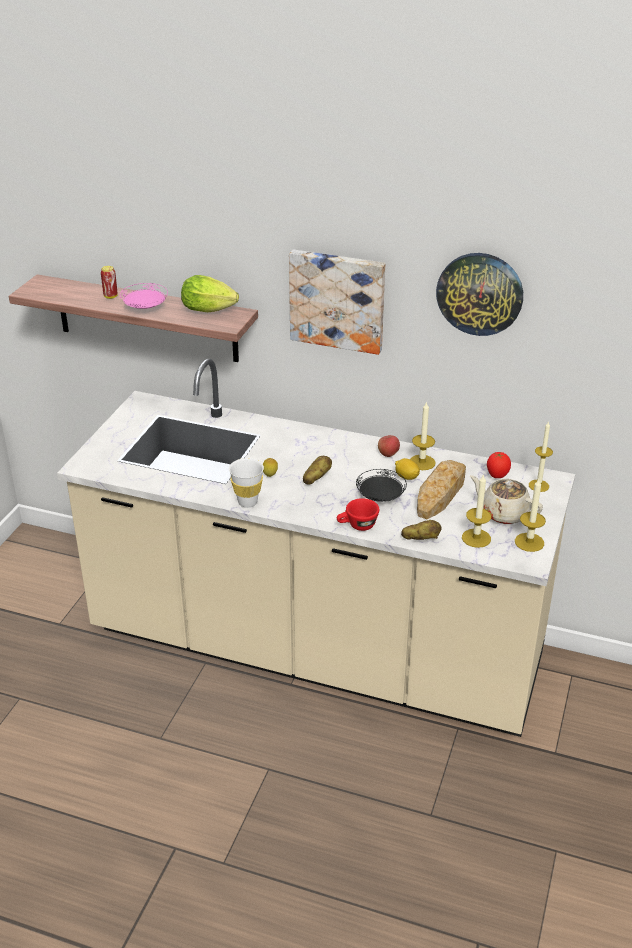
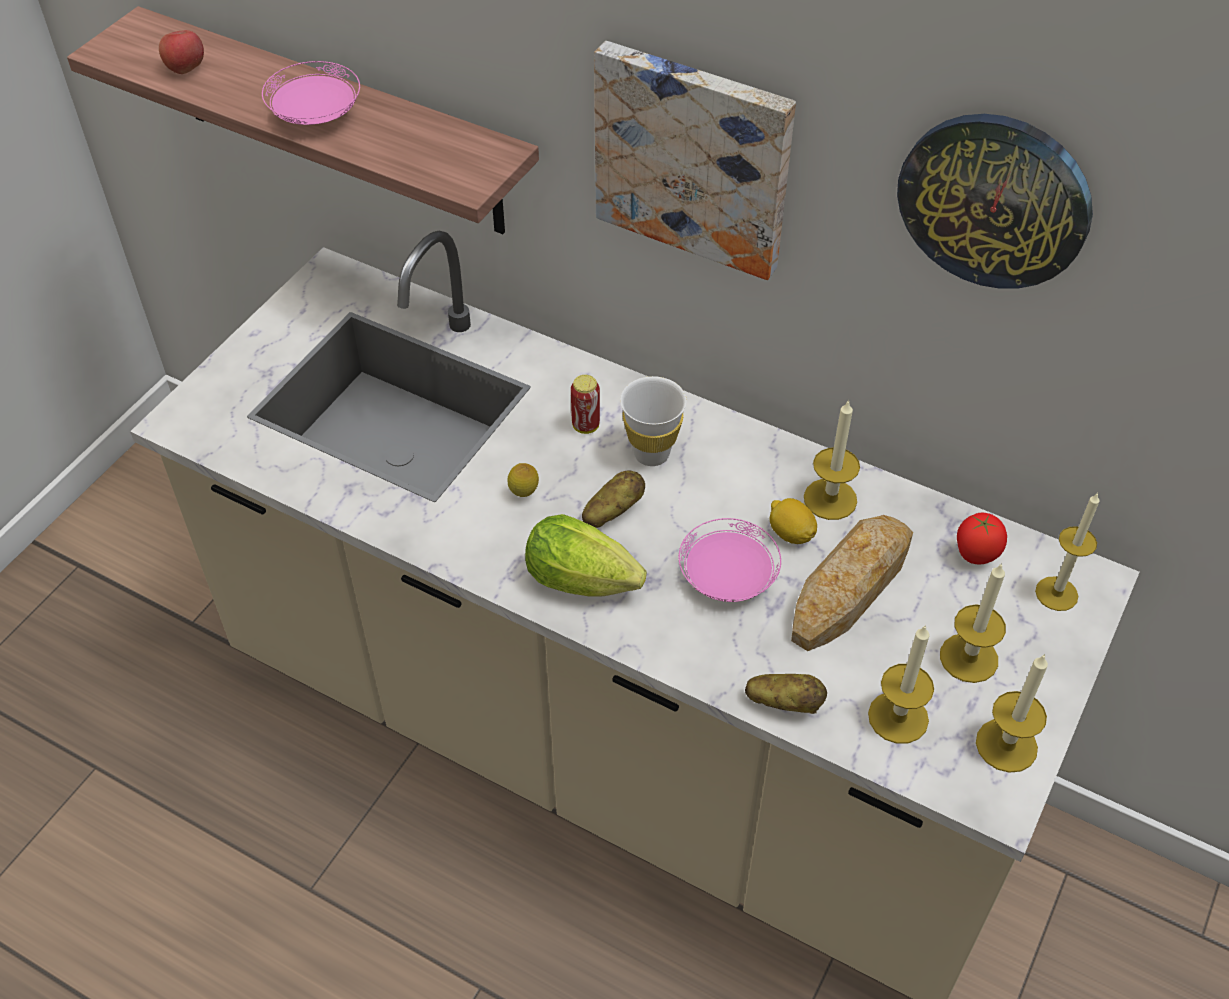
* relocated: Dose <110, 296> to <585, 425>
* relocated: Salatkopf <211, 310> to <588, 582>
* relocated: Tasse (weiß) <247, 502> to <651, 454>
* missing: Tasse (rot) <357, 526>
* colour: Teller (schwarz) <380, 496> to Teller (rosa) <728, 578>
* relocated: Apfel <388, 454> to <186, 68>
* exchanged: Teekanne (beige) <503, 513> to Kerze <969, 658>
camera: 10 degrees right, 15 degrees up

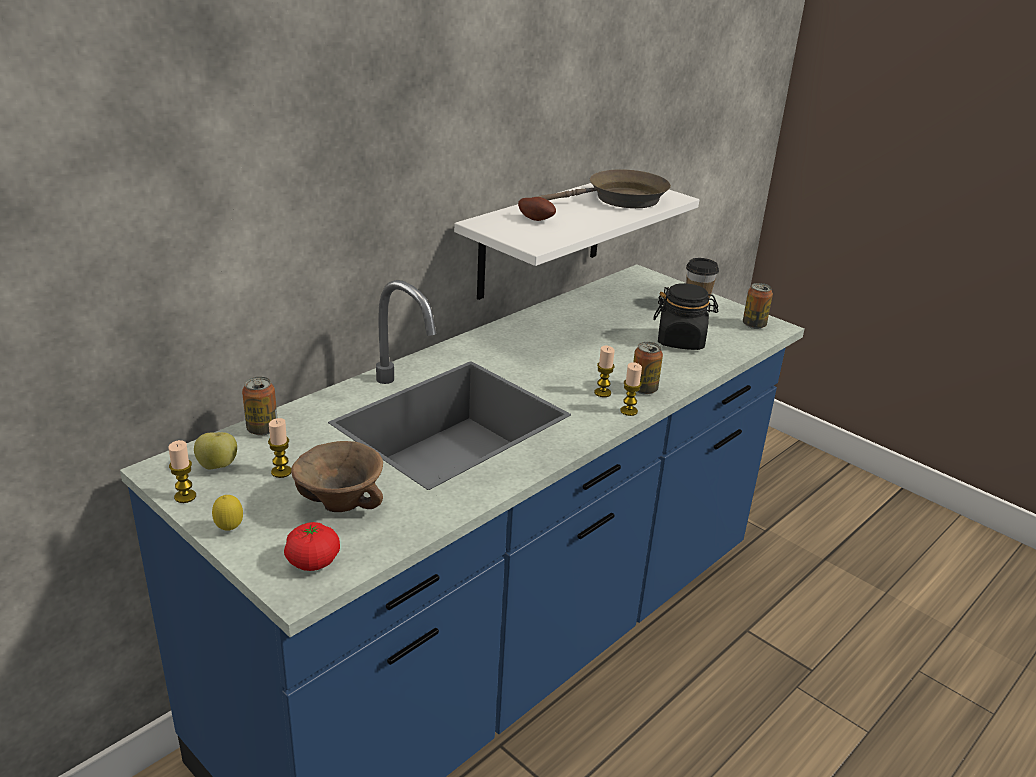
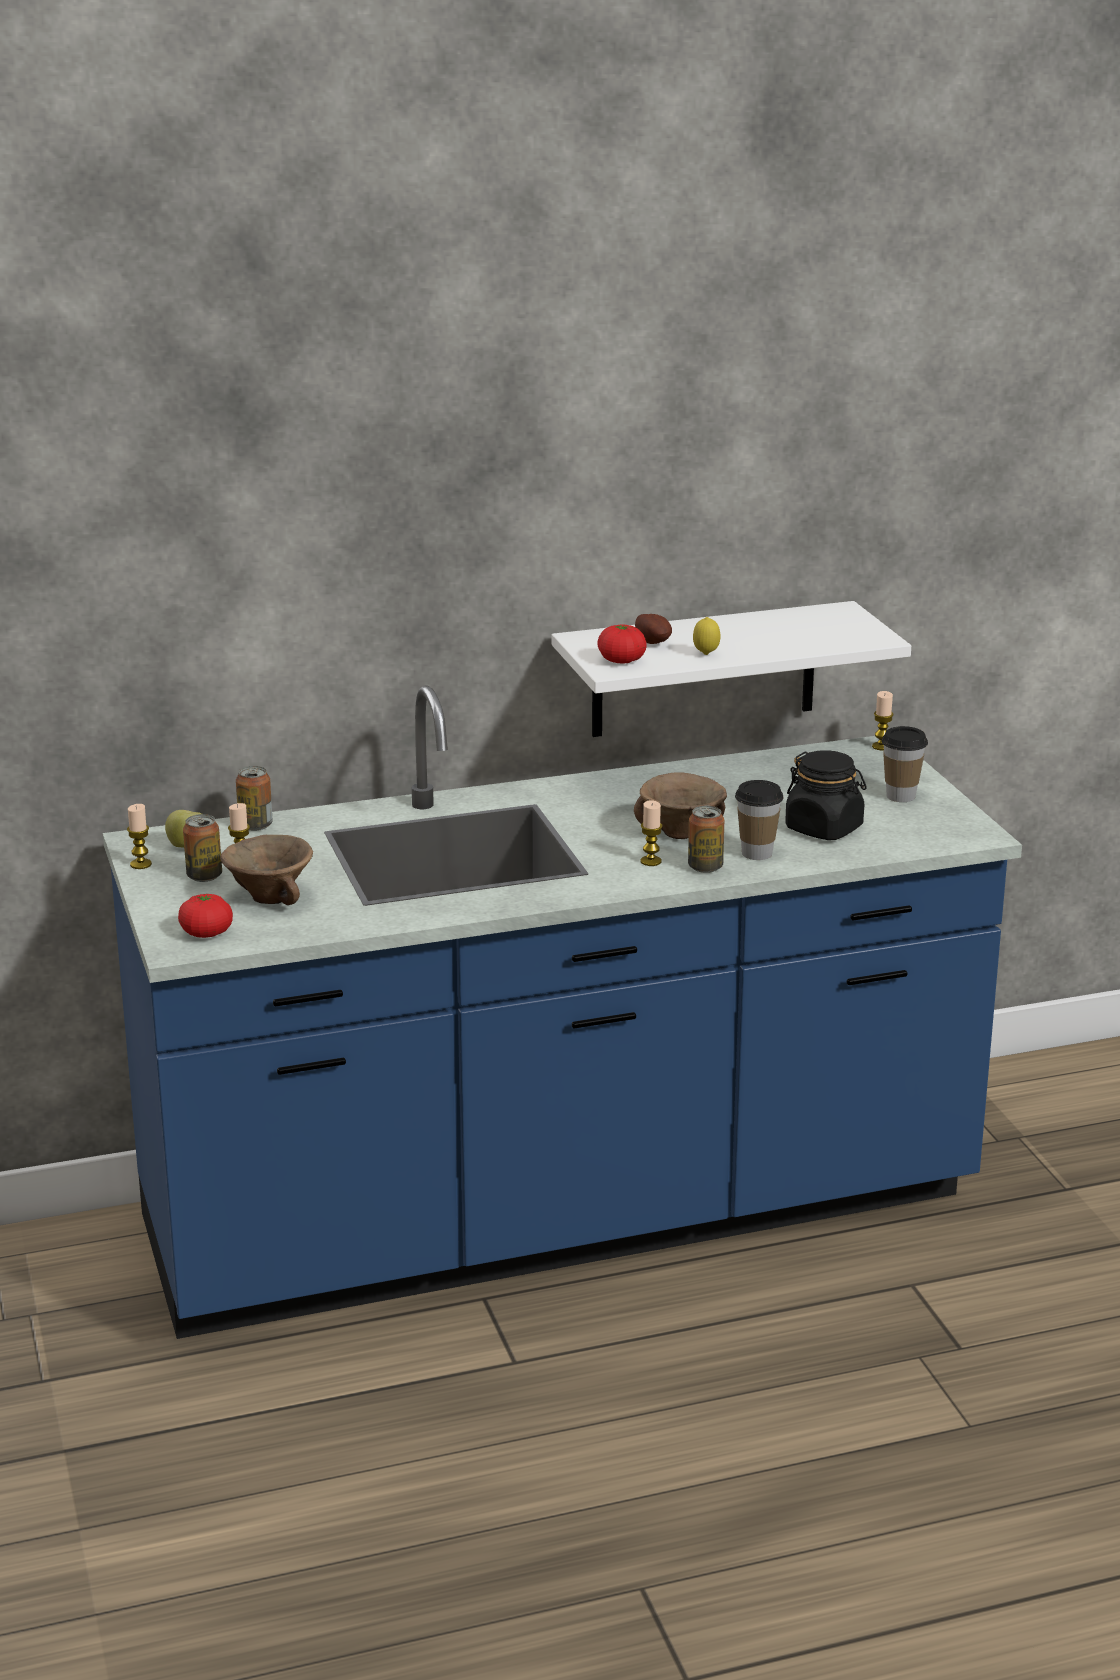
* relocated: Zitrone <229, 529> to <706, 654>
* missing: Pfanne (braun) <620, 199>
* relocated: Kerze <628, 411> to <881, 746>
* relocated: Dose <754, 325> to <204, 876>
* appeared: Tomate <621, 660>
* appeared: Schüssel (braun) <680, 834>
* appeared: Tasse <757, 853>
camera: 30 degrees right, 5 degrees down

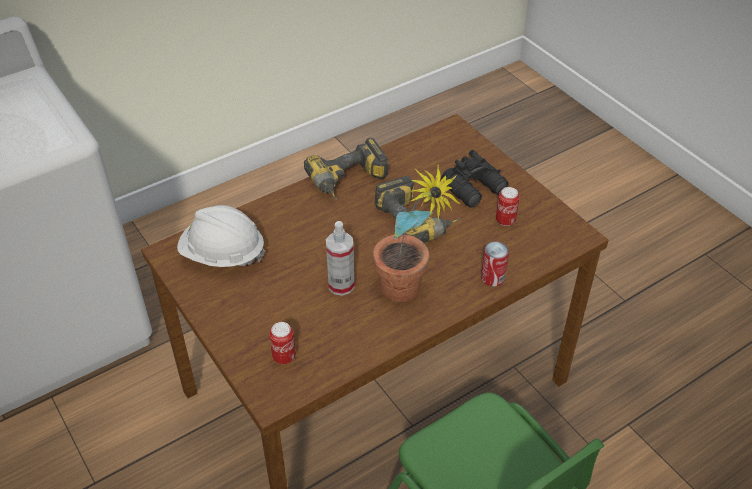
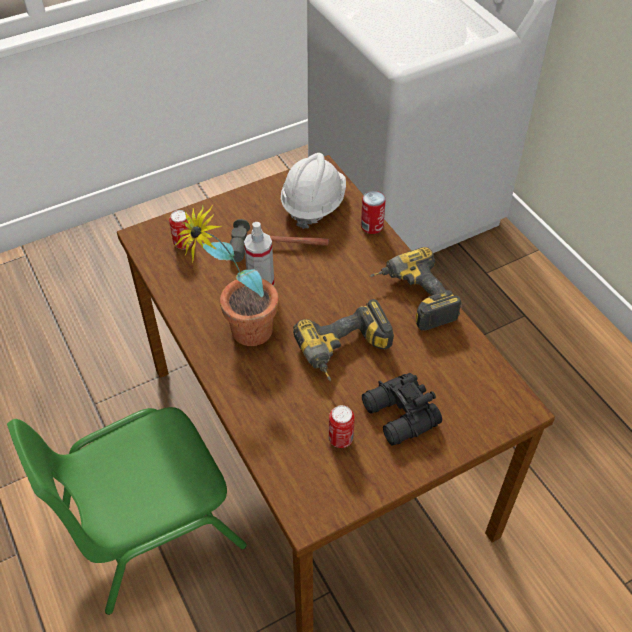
* relocated: Dose <492, 278> to <372, 226>
* appeared: Hammer <279, 247>
camera: 95 degrees right, 5 degrees up

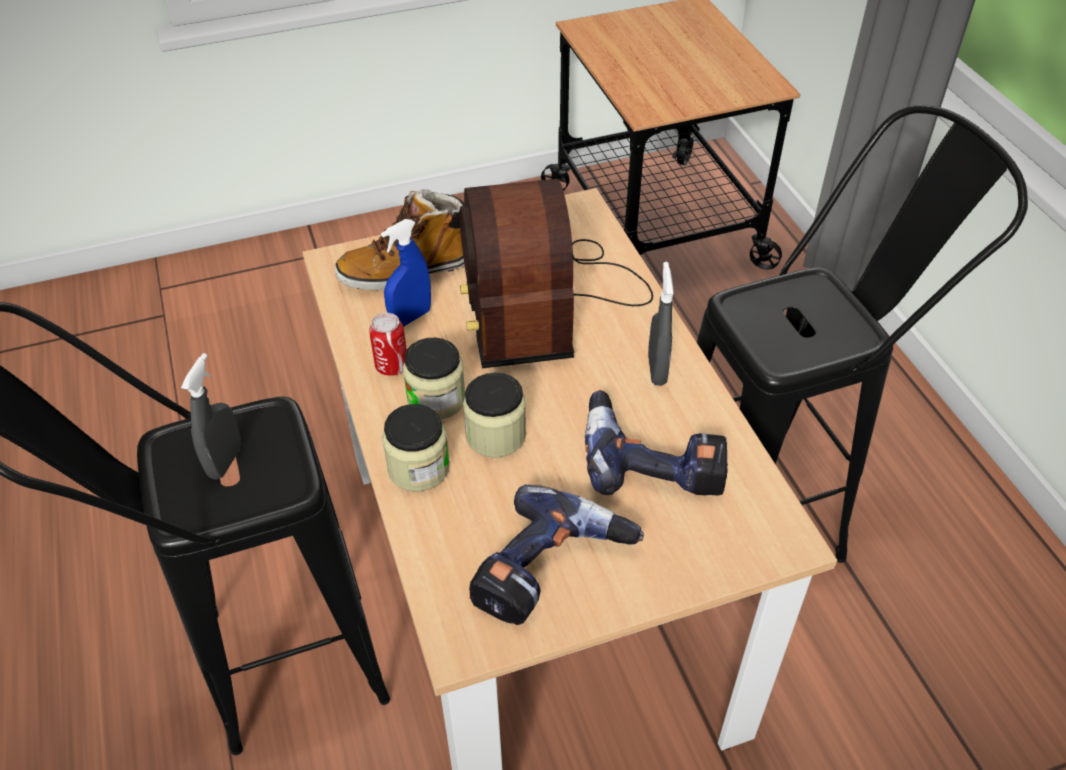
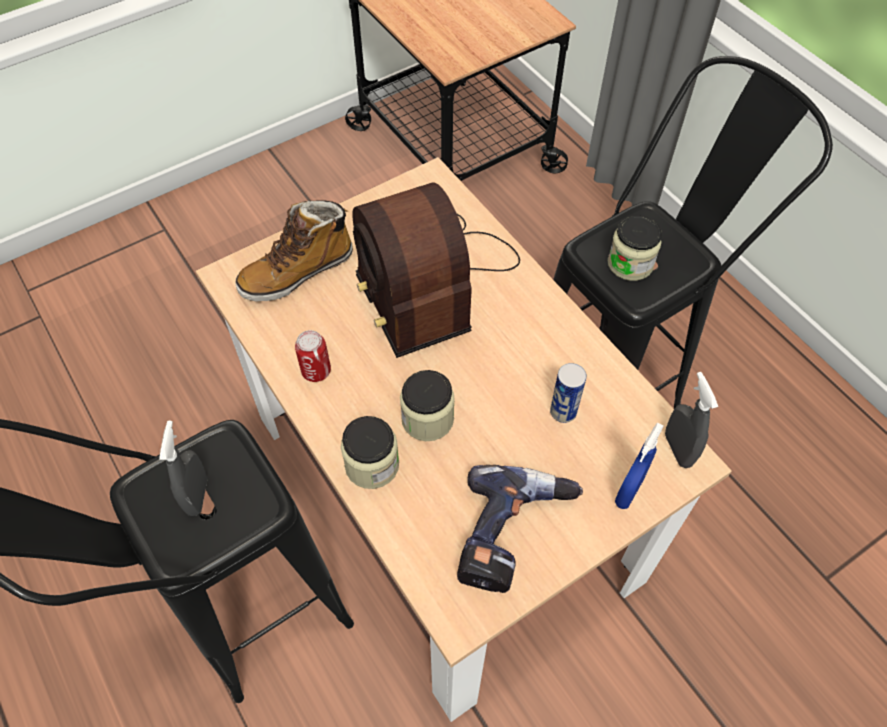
* relocated: Sprühflasche (blau) <410, 317> to <628, 491>
* relocated: Vorratsglas <436, 399> to <630, 263>
* exchanged: Bohrmaschine <652, 458> to Dose <563, 412>
* relocated: Sprühflasche (grau) <657, 370> to <678, 449>
camera: 15 degrees left, 10 degrees up

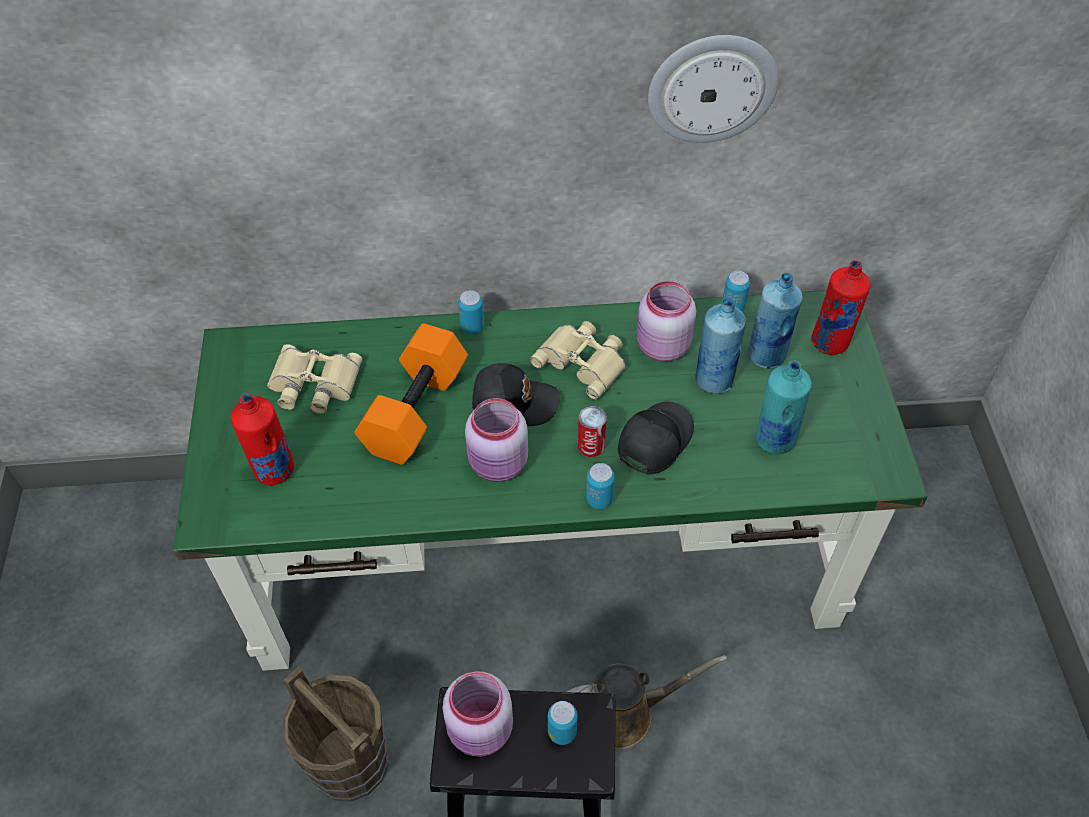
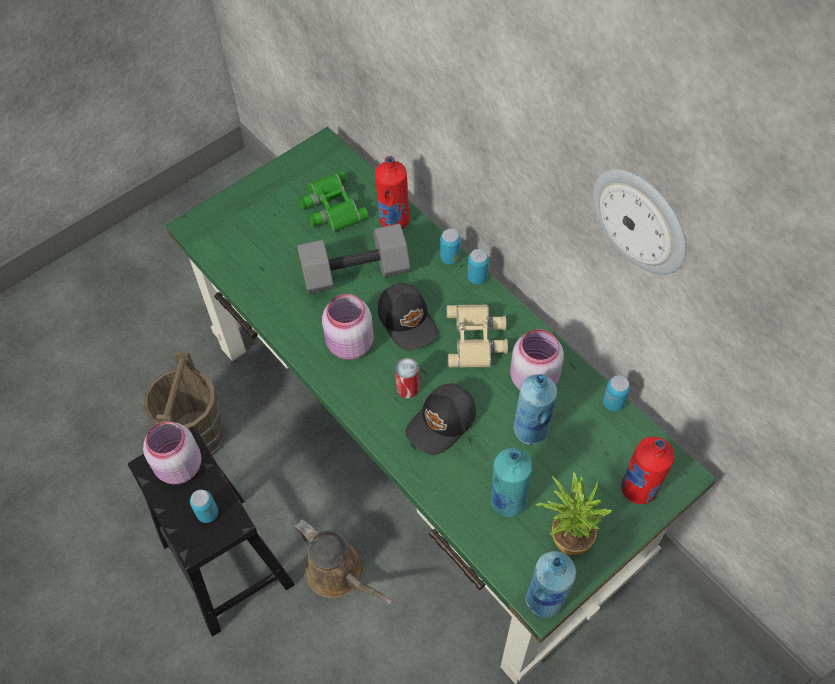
* relocated: Flasche (rot) <273, 470> to <394, 220>
* colour: Fernglas (beige) <313, 385> to Fernglas (grün) <330, 207>
* colour: Hantel (orange) <414, 409> to Hantel (grau) <356, 271>
* relocated: Dose <599, 499> to <477, 277>
* spun: Kappe (schwarz) <653, 440> = <443, 423> 135 degrees clockwise
* relocated: Flasche (blau) <767, 355> to <545, 600>
* appeared: Topfpflanze <566, 535>
camera: 55 degrees right, 5 degrees up

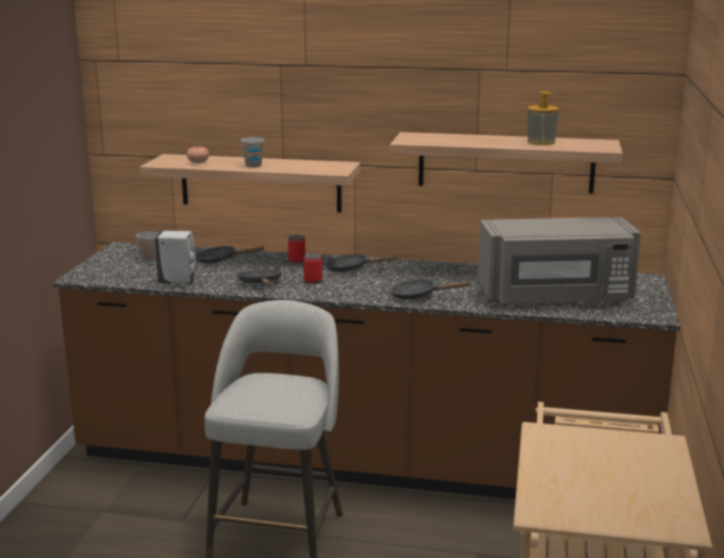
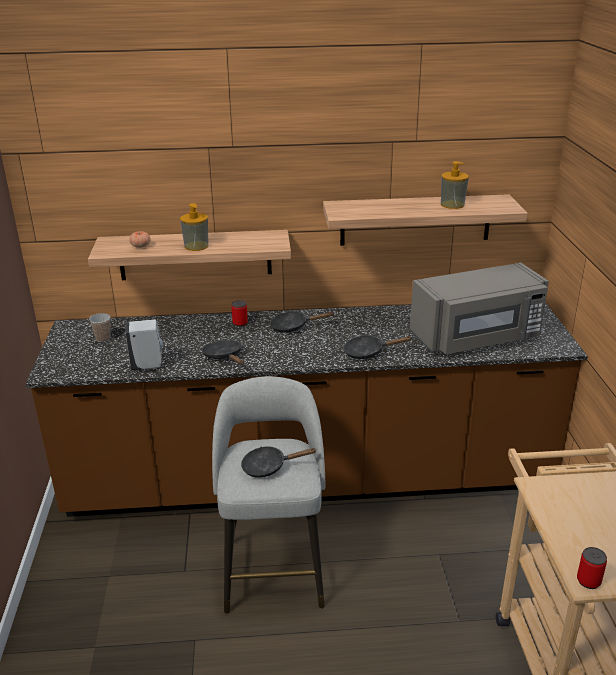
* relocated: Pfanne (schwarz) <220, 260> to <268, 467>
* exchanged: Tasse <253, 166> to Seifenspender <196, 246>
* relocated: Dose <313, 281> to <588, 581>
camera: 15 degrees left, 10 degrees up

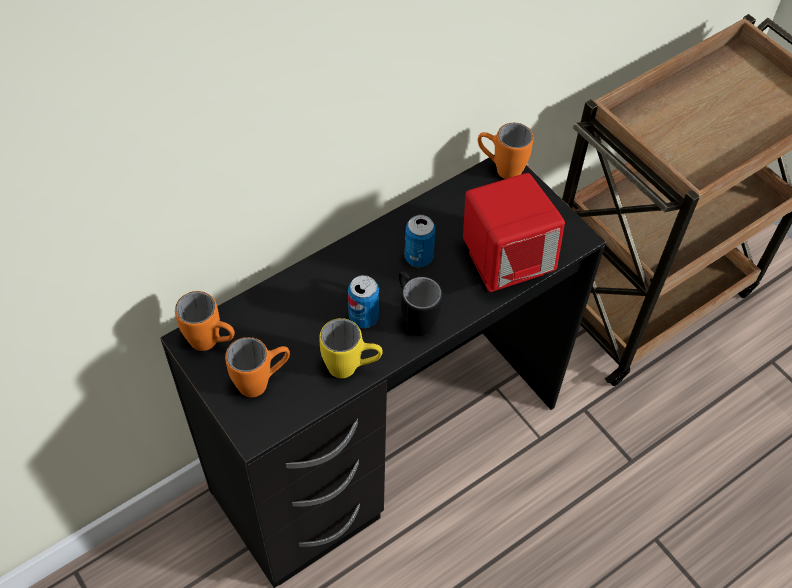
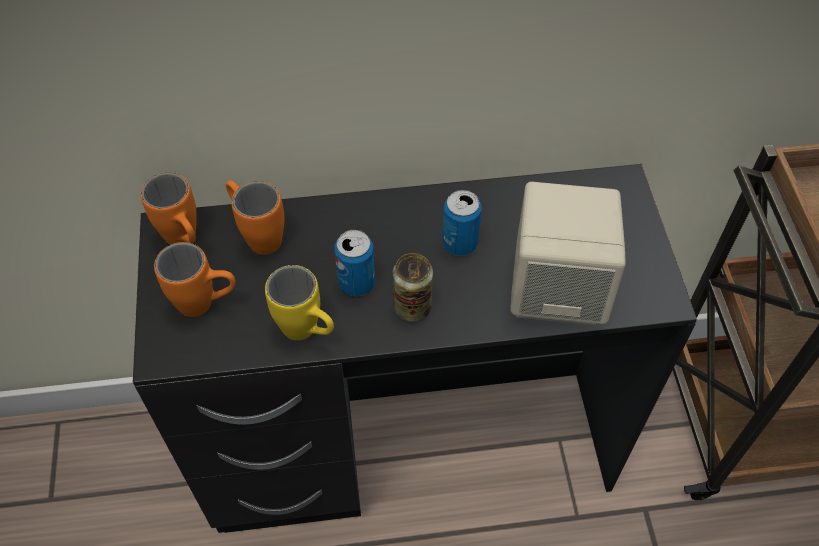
* exchanged: Henkelbecher (schwarz) <414, 317> to Dose <412, 307>
* colour: Lautsprecher (rot) <505, 262> to Lautsprecher (beige) <557, 291>
* relocated: Henkelbecher (orange) <500, 168> to <257, 235>
camera: 30 degrees right, 0 degrees up

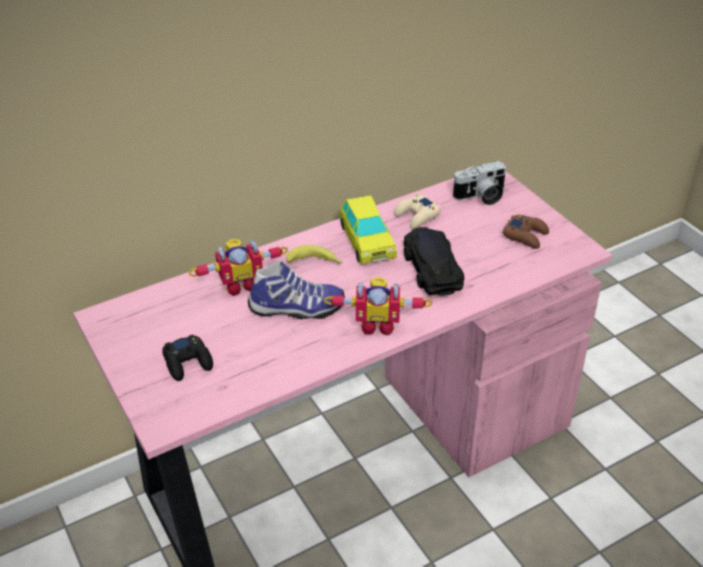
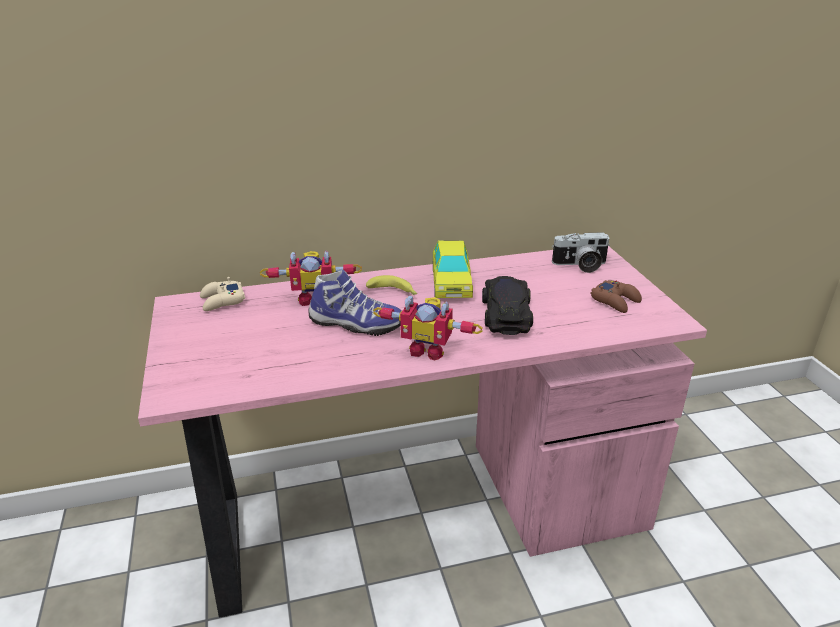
* missing: Gamepad (schwarz) <188, 362>
* relocated: Gamepad (beige) <417, 216> to <222, 301>
camera: 15 degrees right, 10 degrees down

